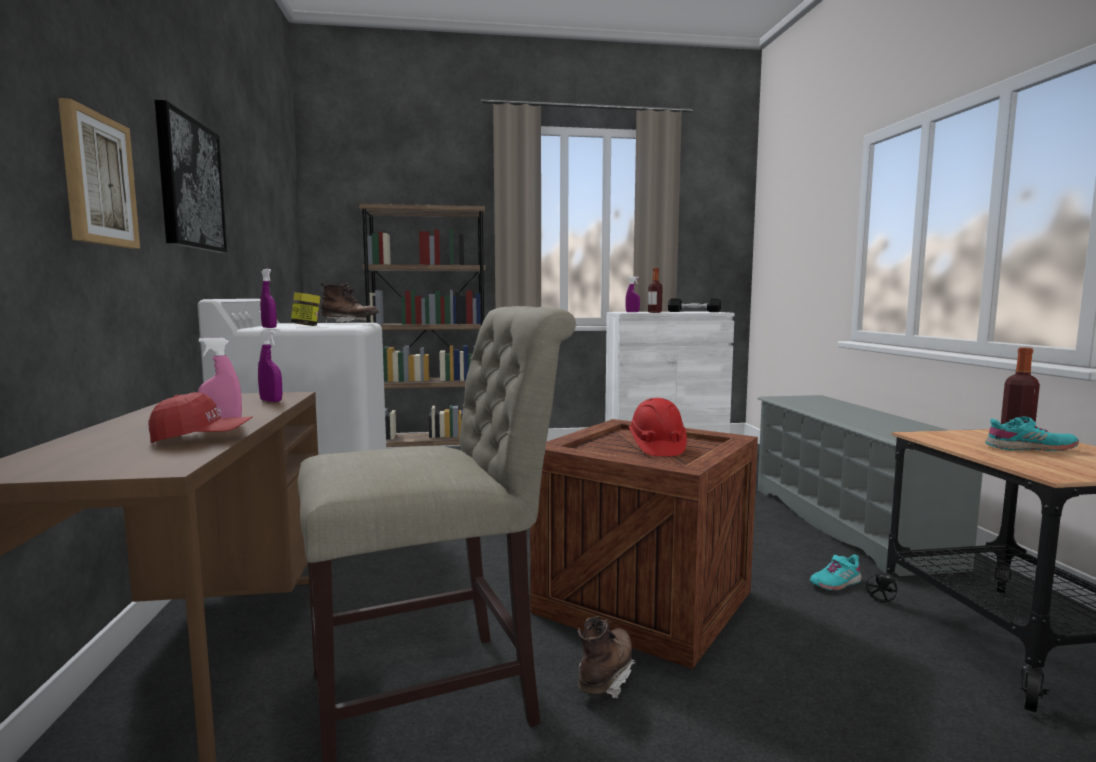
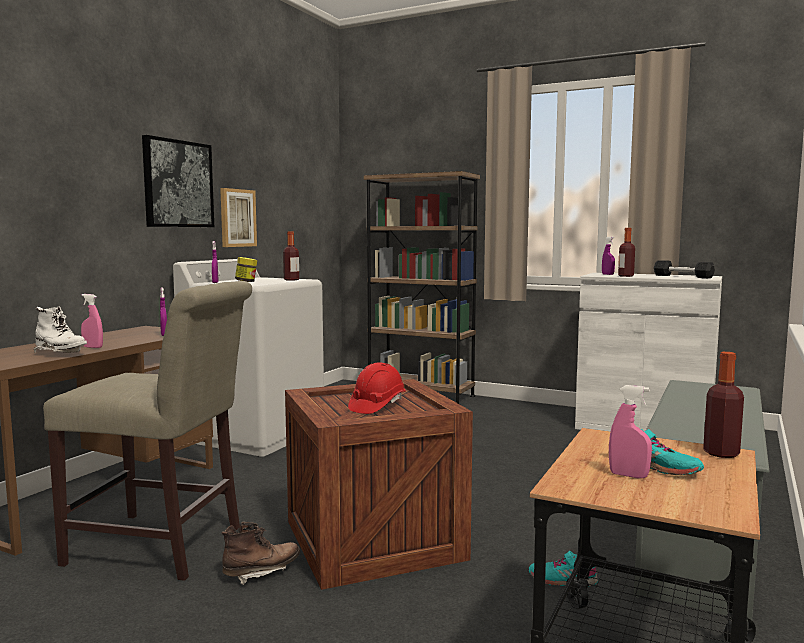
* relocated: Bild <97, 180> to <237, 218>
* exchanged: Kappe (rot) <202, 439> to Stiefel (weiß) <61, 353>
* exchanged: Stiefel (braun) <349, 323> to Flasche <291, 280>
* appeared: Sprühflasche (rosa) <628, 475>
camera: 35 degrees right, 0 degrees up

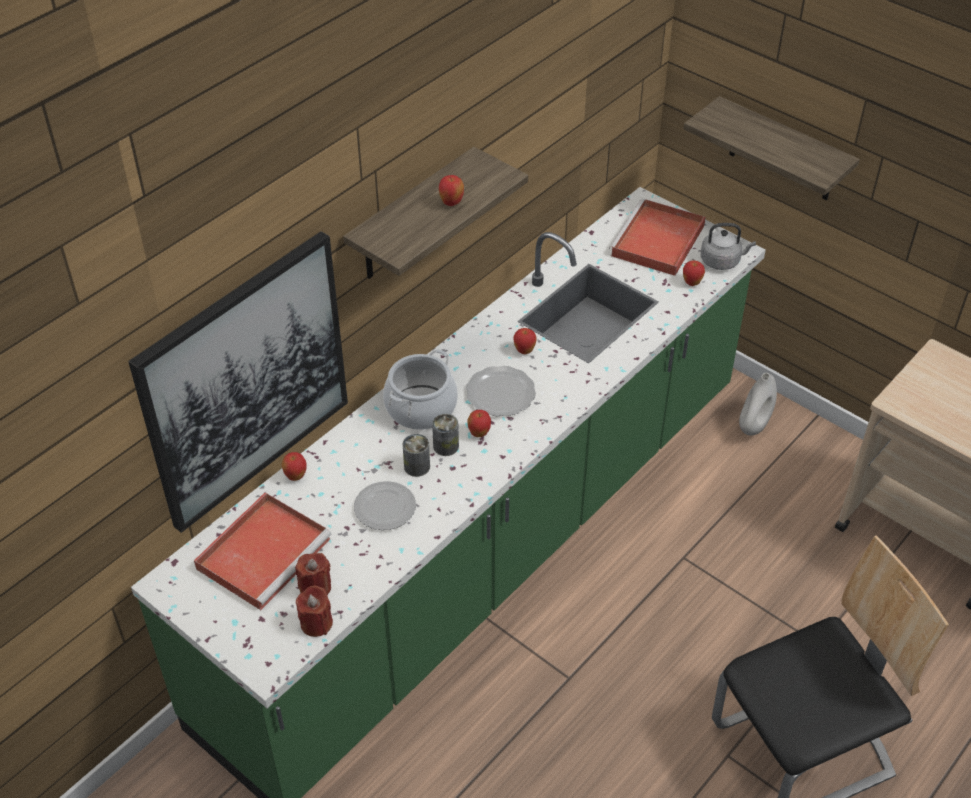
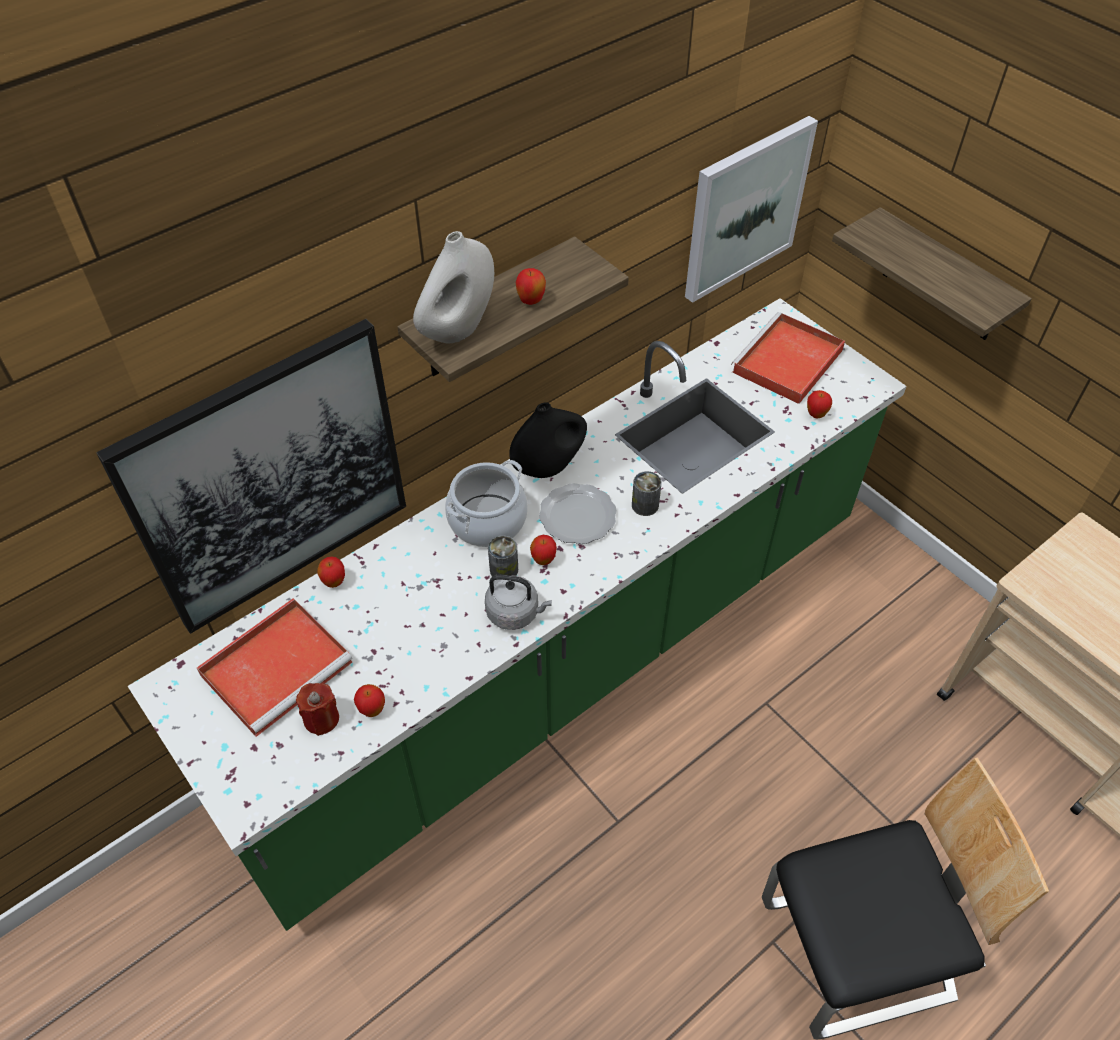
* missing: Kerze (rot) <316, 623>
* missing: Teller <385, 508>
* relocated: Dose <417, 466> to <645, 505>
* relocated: Apfel <524, 351> to <372, 710>
* relocated: Wasserkessel (grau) <722, 261> to <515, 613>
* relocated: Vase (weiß) <754, 425> to <458, 330>
* appeared: Vase (schwarz) <549, 466>
* appeared: Bild <745, 208>
camera: 10 degrees right, 5 degrees up

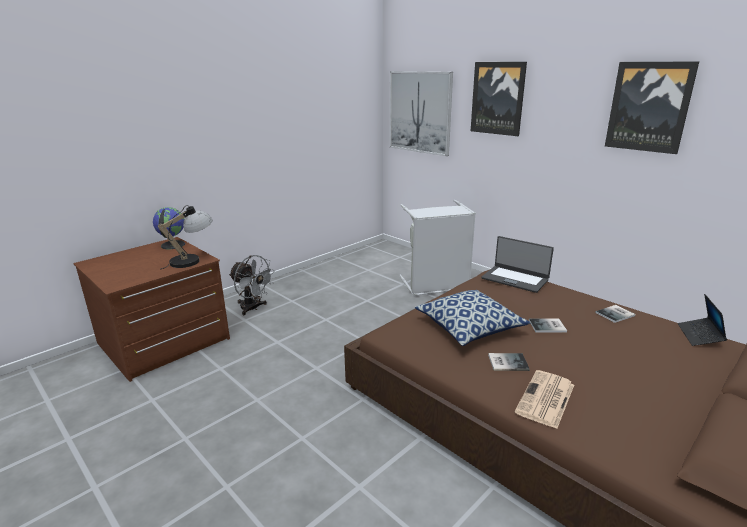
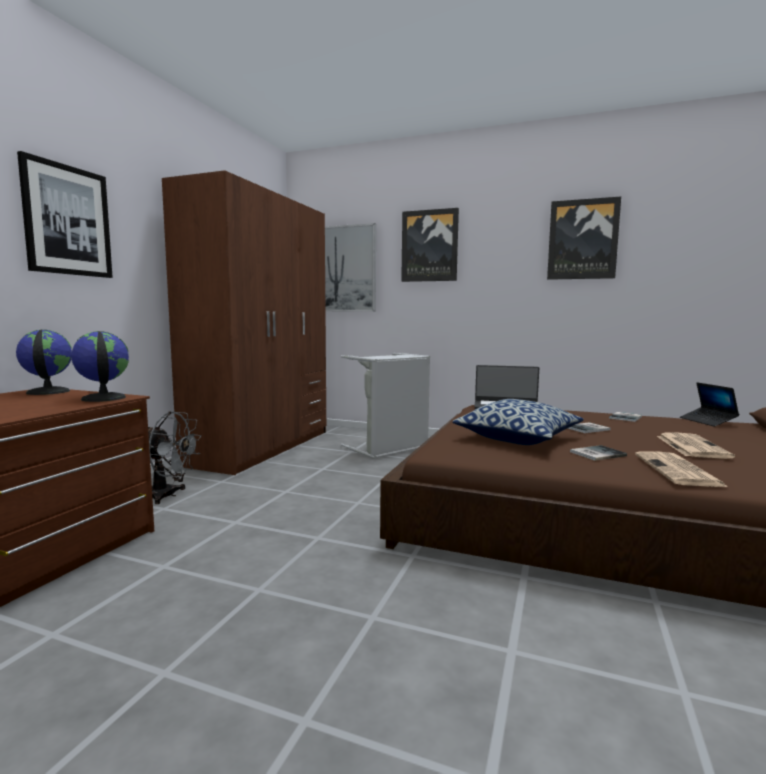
* exchanged: Tischlampe <192, 260> to Globus <102, 398>
* appeared: Bild <67, 220>
* appeared: Kleiderschrank (braun) <262, 447>
* appeared: Zeitung <691, 446>
camera: 25 degrees left, 15 degrees down

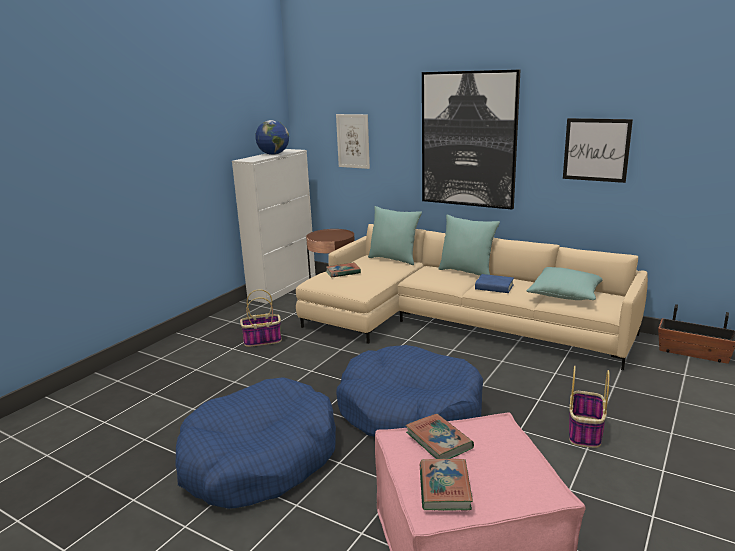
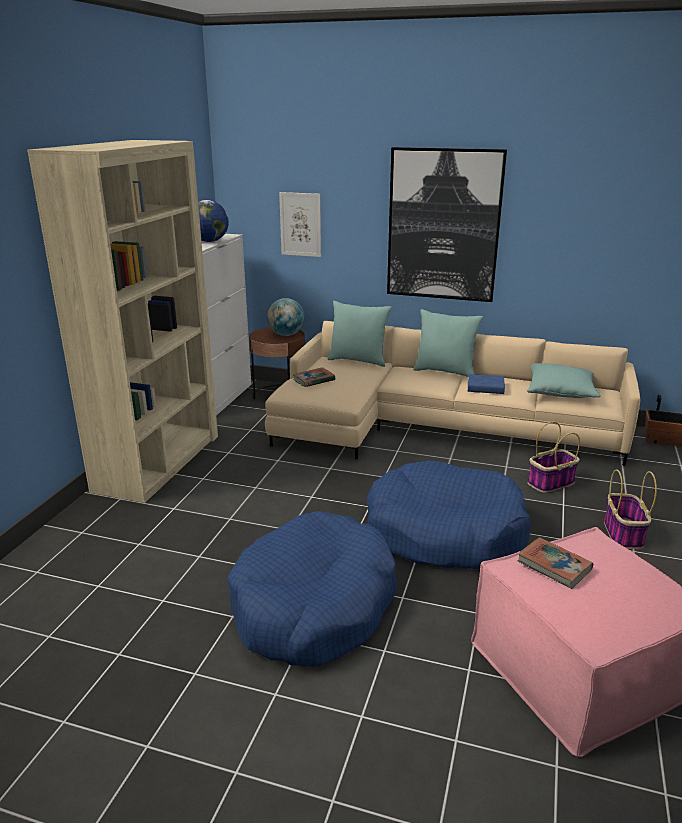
* relocated: Korb <262, 340> to <550, 483>
* missing: Buch <444, 488>
* missing: Bild <596, 150>
* appeared: Bücherregal (beige) <158, 462>
* appeared: Globus <286, 335>
camera: 15 degrees left, 5 degrees up

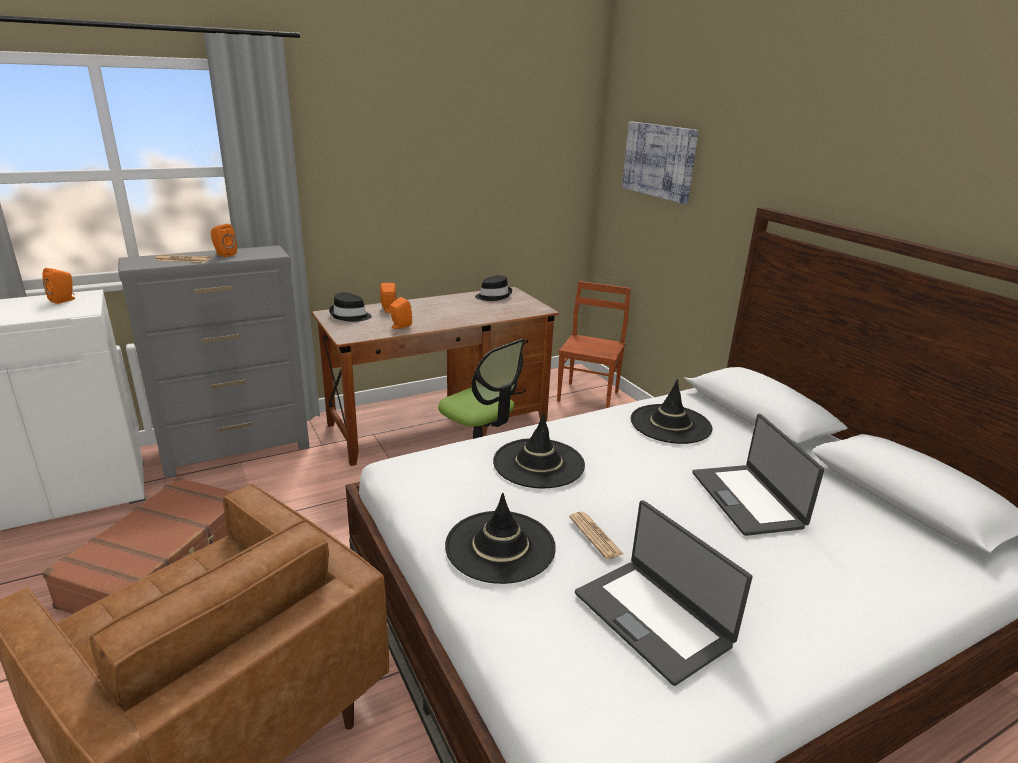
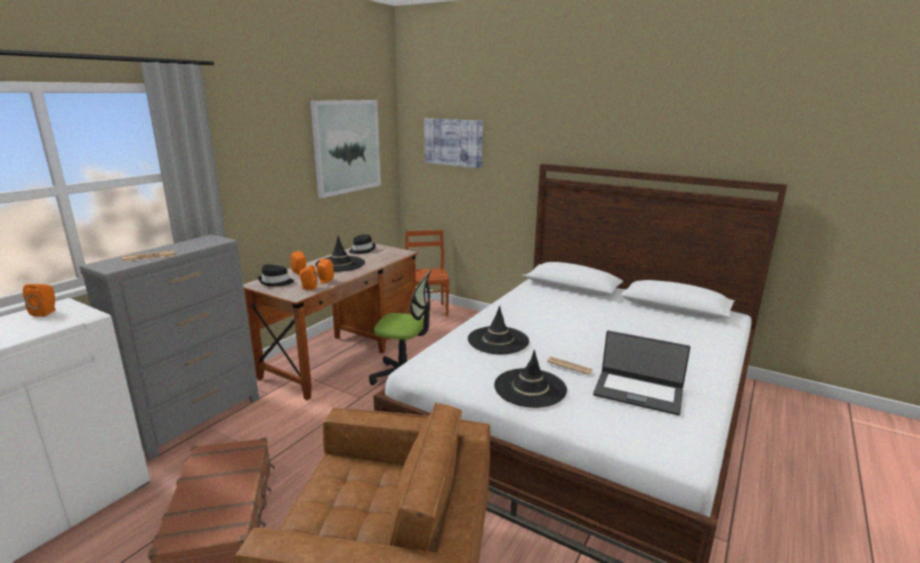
* relocated: Lautsprecher (orange) <224, 254> to <308, 288>
* relocated: Hut (schwarz) <670, 424> to <340, 264>
* missing: Laptop <748, 499>
* appeared: Bild <347, 147>
camera: 30 degrees left, 5 degrees down

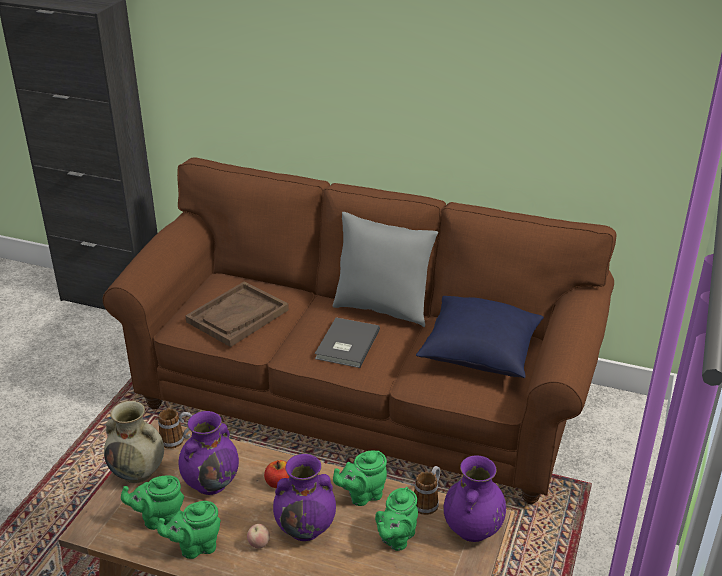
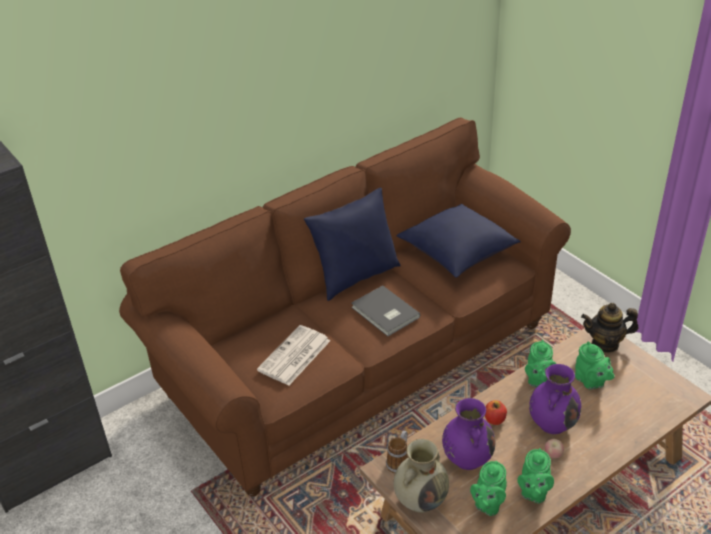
* exchanged: Tablett (braun) <237, 316> to Zeitung <294, 356>
* colour: Kissen (grau) <382, 308> to Kissen (blau) <355, 276>
* missing: Henkelbecher <428, 502>
* exchanged: Vase (lila) <472, 530> to Teekanne <605, 343>
camera: 55 degrees left, 5 degrees up

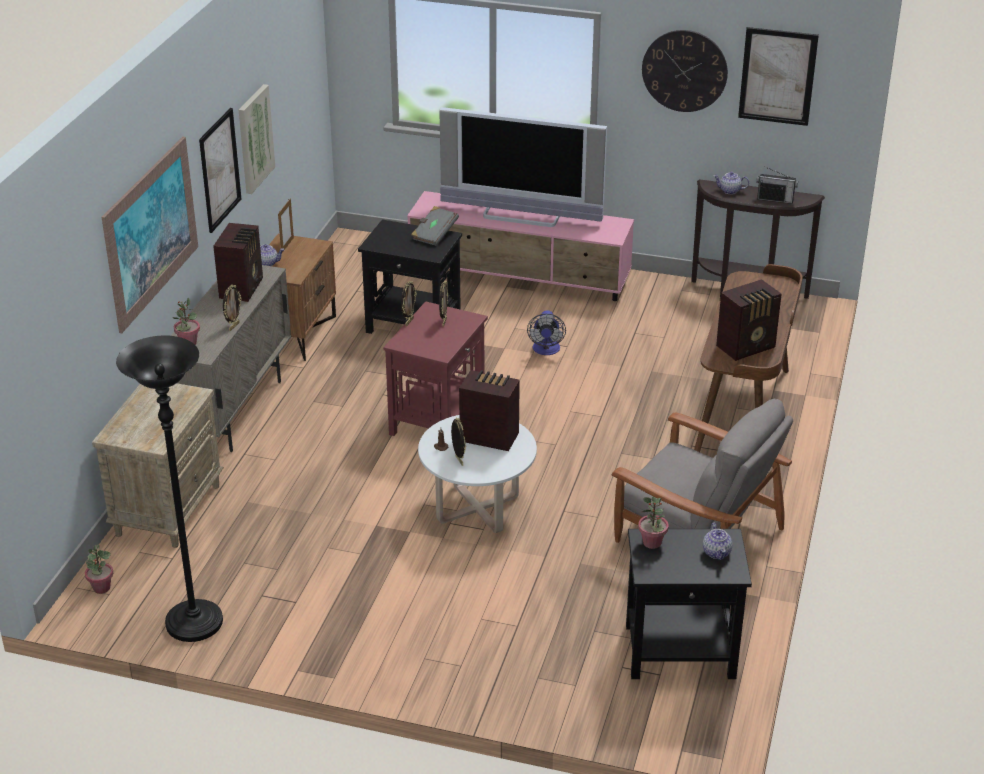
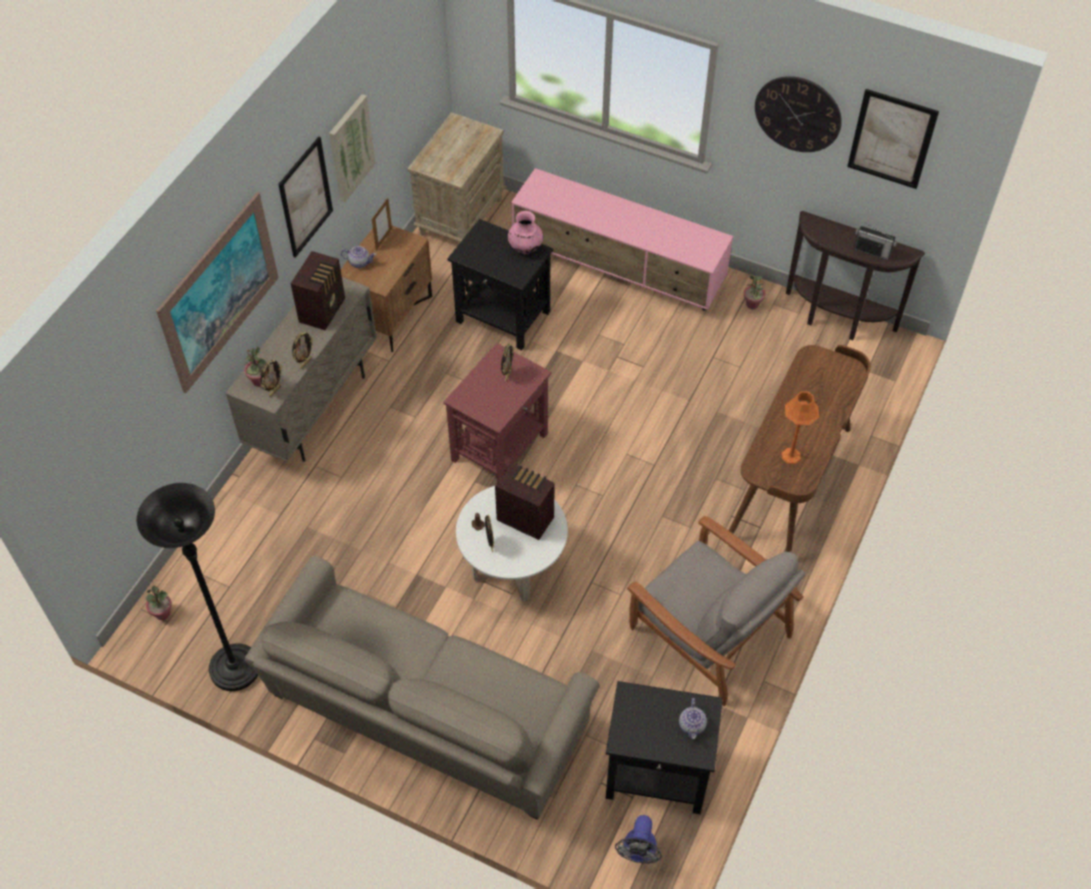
* relocated: Nachttisch (beige) <168, 509> to <461, 216>
* relocated: Bilderrahmen <409, 321> to <274, 391>
* exchanged: Buch (grau) <434, 234> to Vase (rosa) <525, 247>
* missing: Fernseher <522, 215>
* relocated: Ventilator <546, 350> to <638, 852>
* relocated: Topfpflanze <652, 543> to <752, 304>
* missing: Teekanne <730, 191>
* exchanged: Radio <747, 347> to Tischlampe (orange) <791, 456>
* appeared: Sofa (beige) <423, 718>
camera: 10 degrees right, 20 degrees up

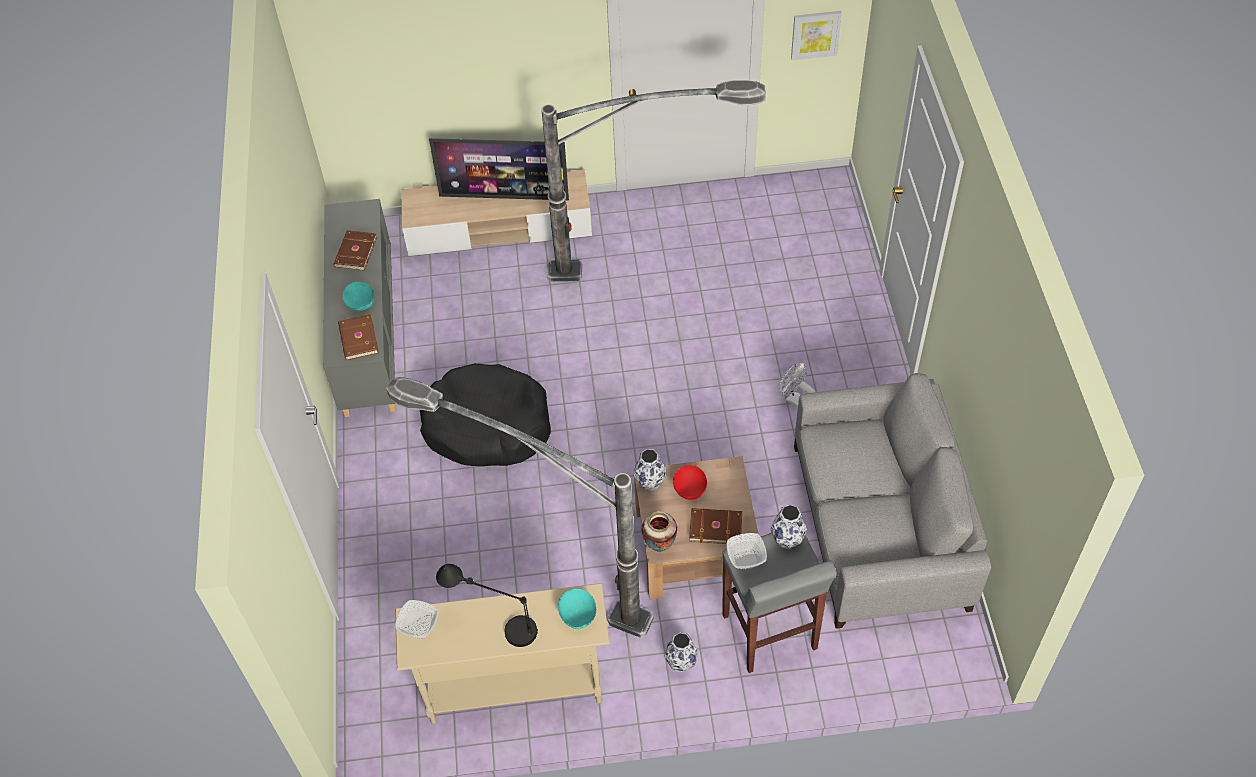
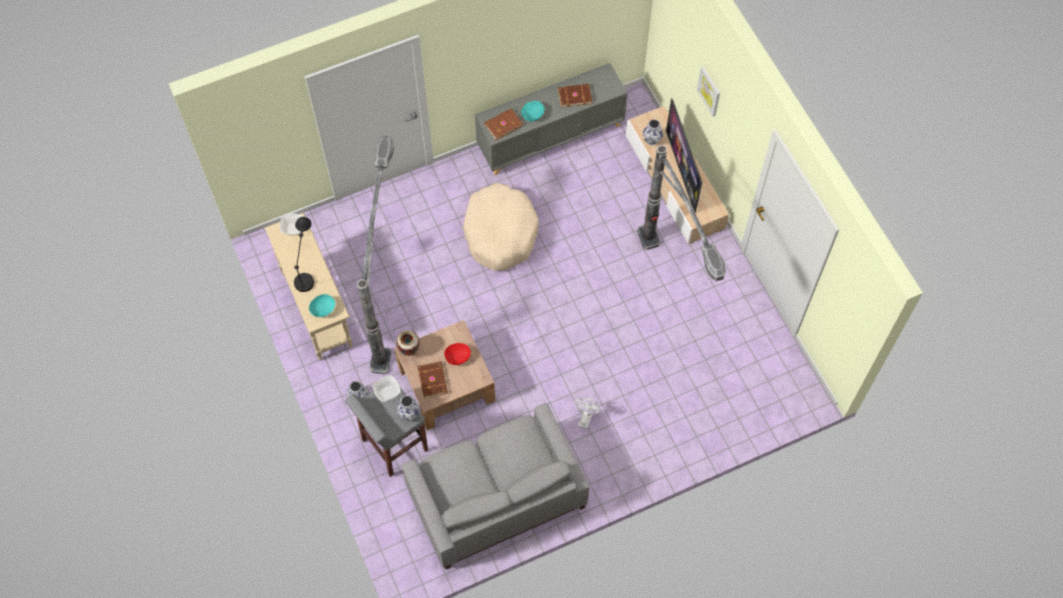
* colour: Hundebett (schwarz) <487, 426> to Hundebett (beige) <500, 232>
* relocated: Vase <649, 482> to <651, 140>
* relocated: Bild <815, 34> to <709, 91>
camera: 70 degrees right, 10 degrees up

